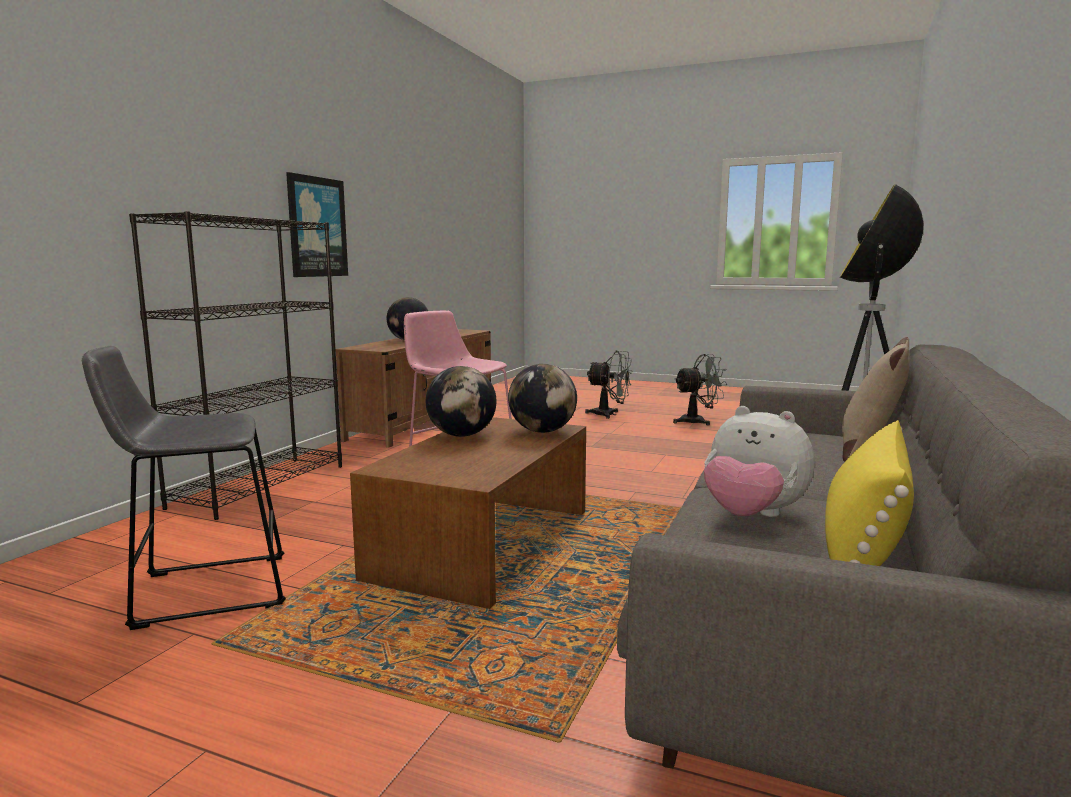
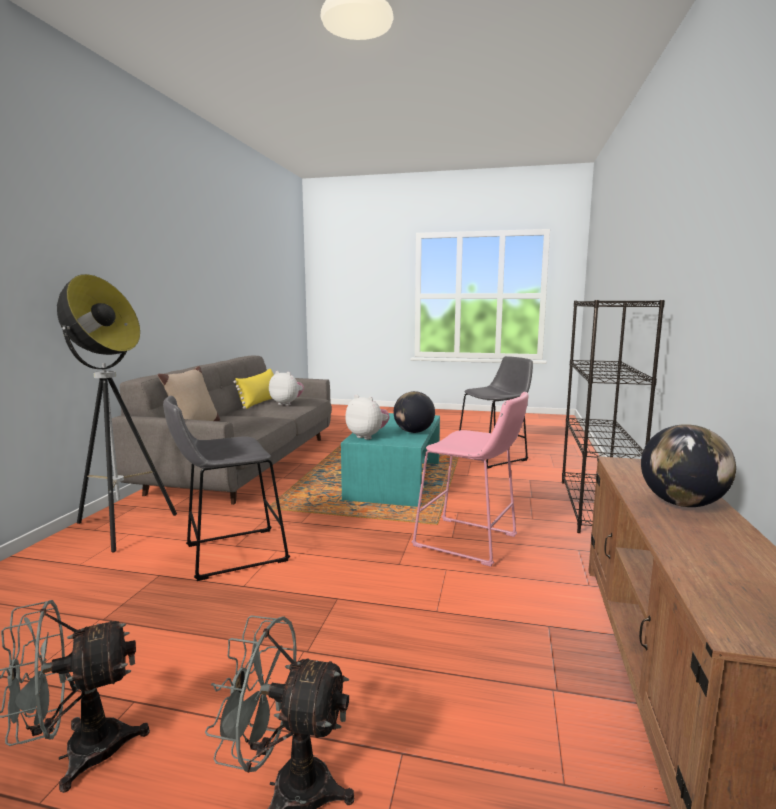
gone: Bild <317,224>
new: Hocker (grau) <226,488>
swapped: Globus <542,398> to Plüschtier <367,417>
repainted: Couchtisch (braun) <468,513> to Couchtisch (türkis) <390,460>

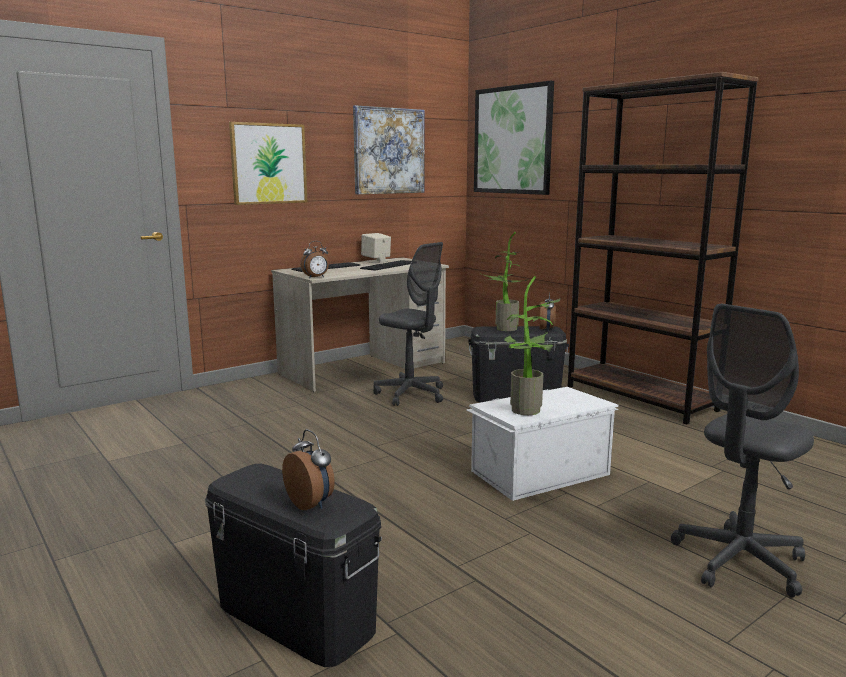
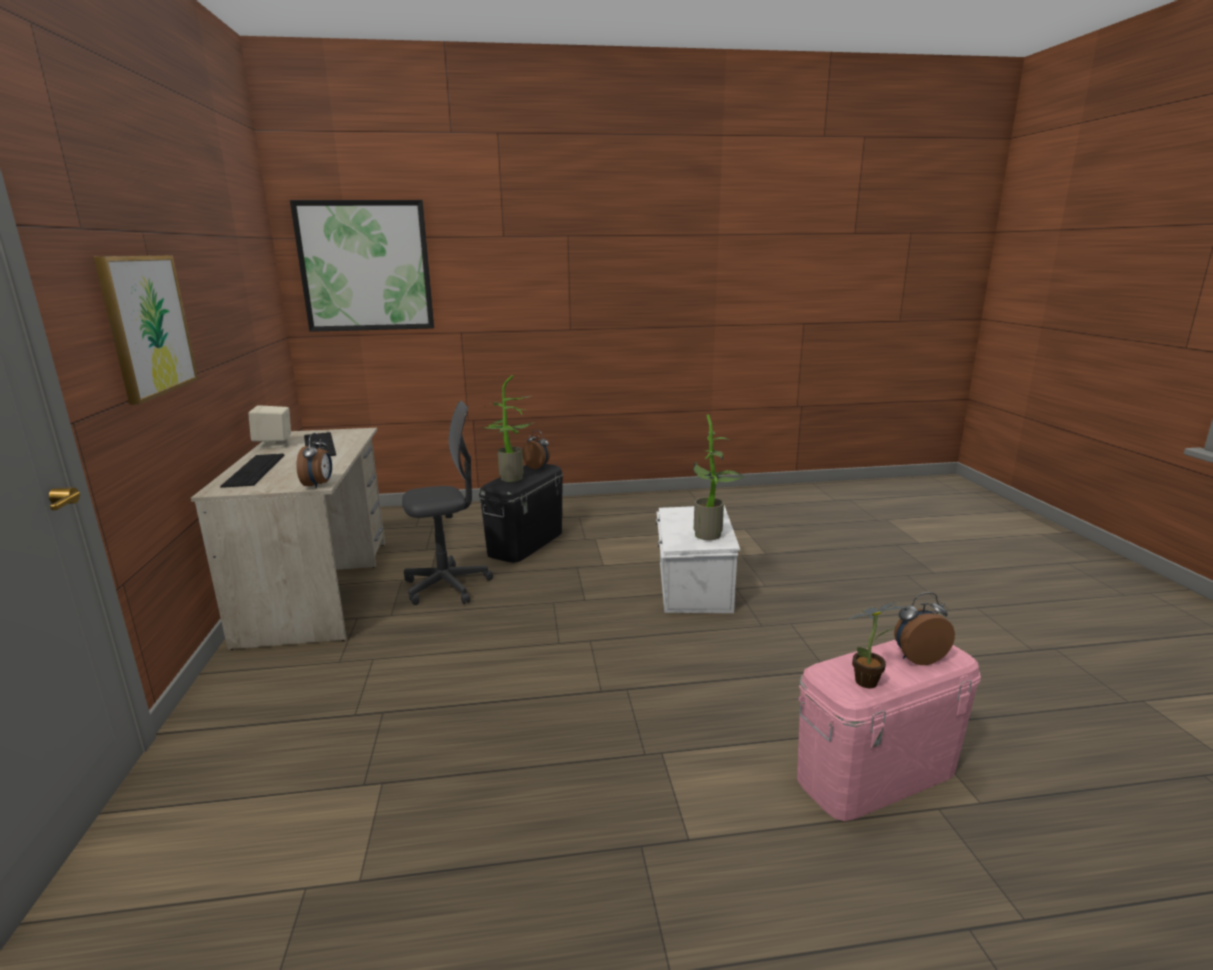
gone: Bild <389,149>; Bücherregal (braun) <663,248>; Bürostuhl (grau) <742,451>
new: Topfpflanze <875,645>
repainted: Aufbewahrungsbox (schwarz) <293,565> to Aufbewahrungsbox (rosa) <889,730>

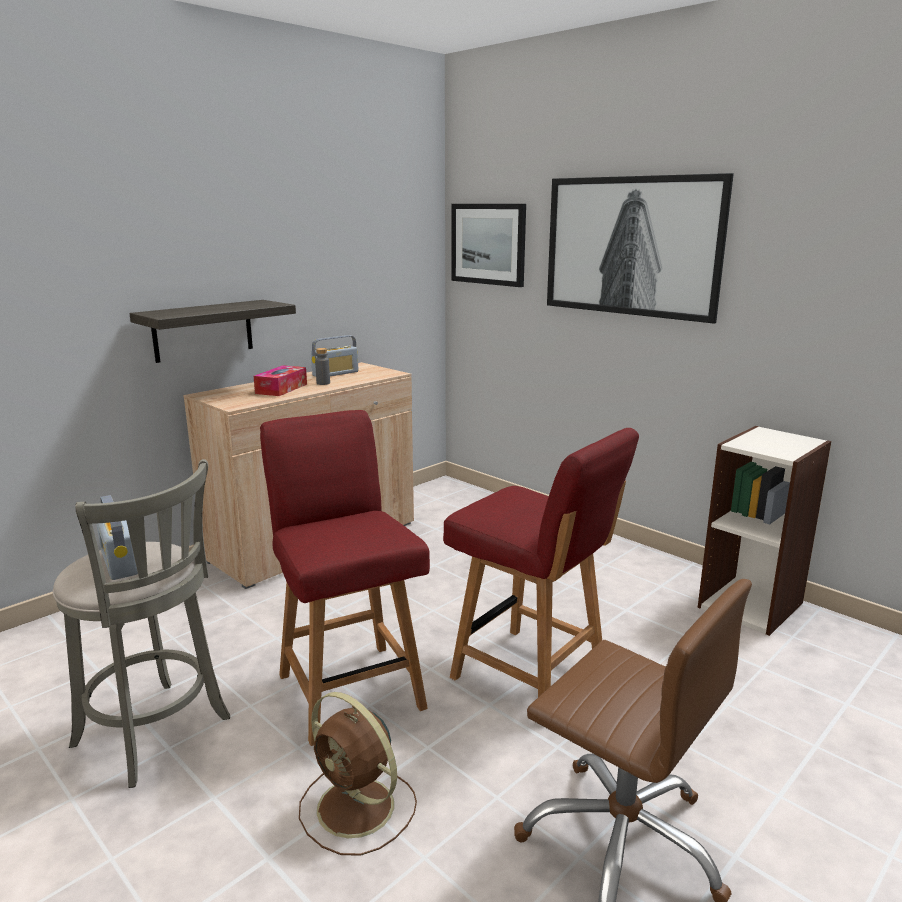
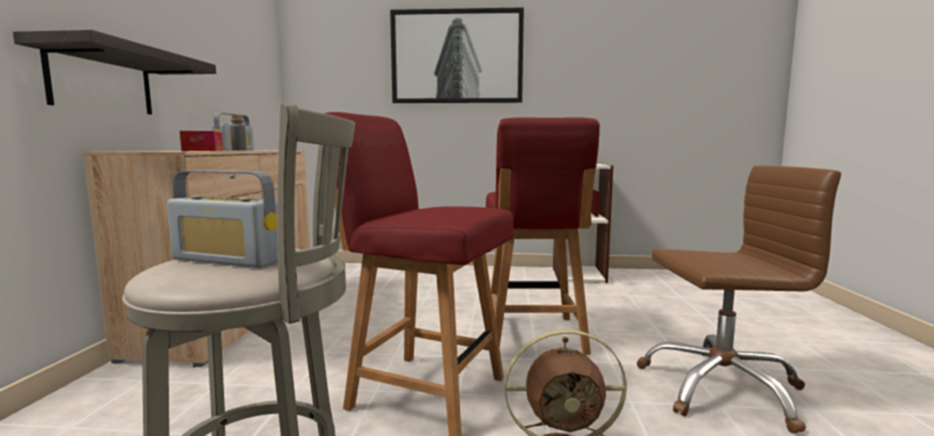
gone: Bild <489,245>
rotated: Stuhl (rot) <541,562> = <543,236> 90 degrees clockwise

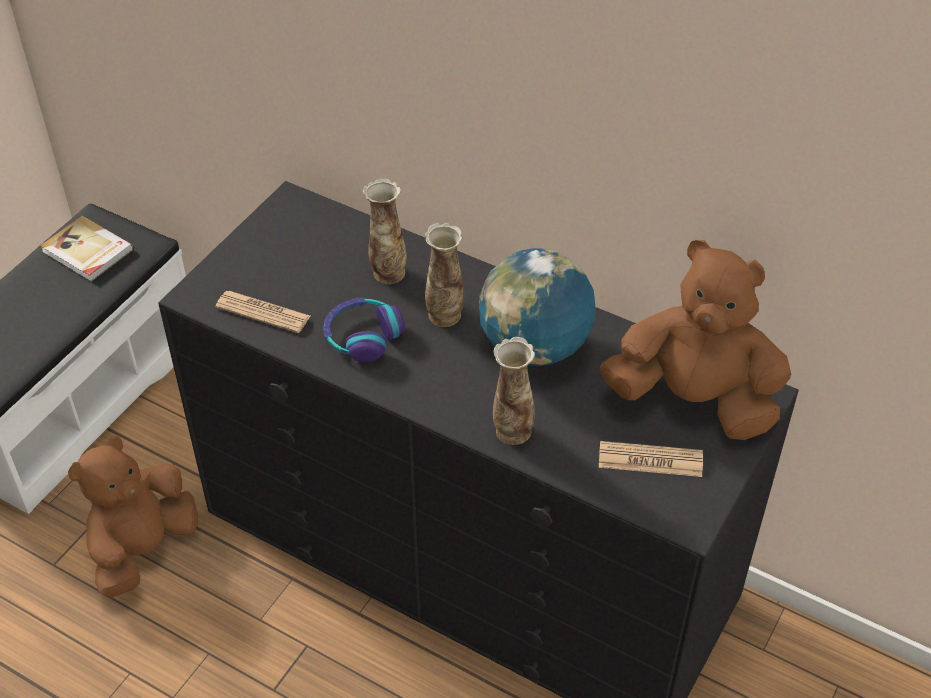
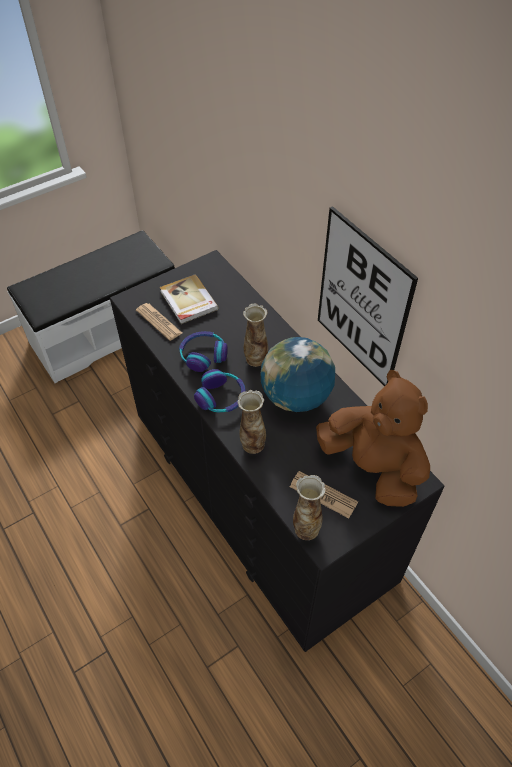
gone: Plüschtier (braun) <133,517>
new: Kopfhörer <220,390>; Bild <368,296>
shifted: Buch <86,249> to <189,299>; Vase <385,231> to <309,507>

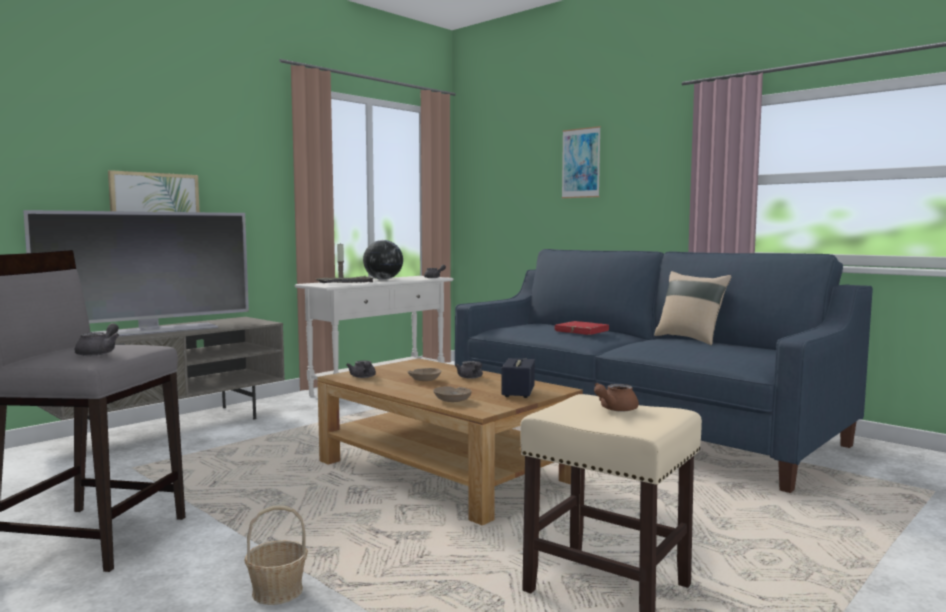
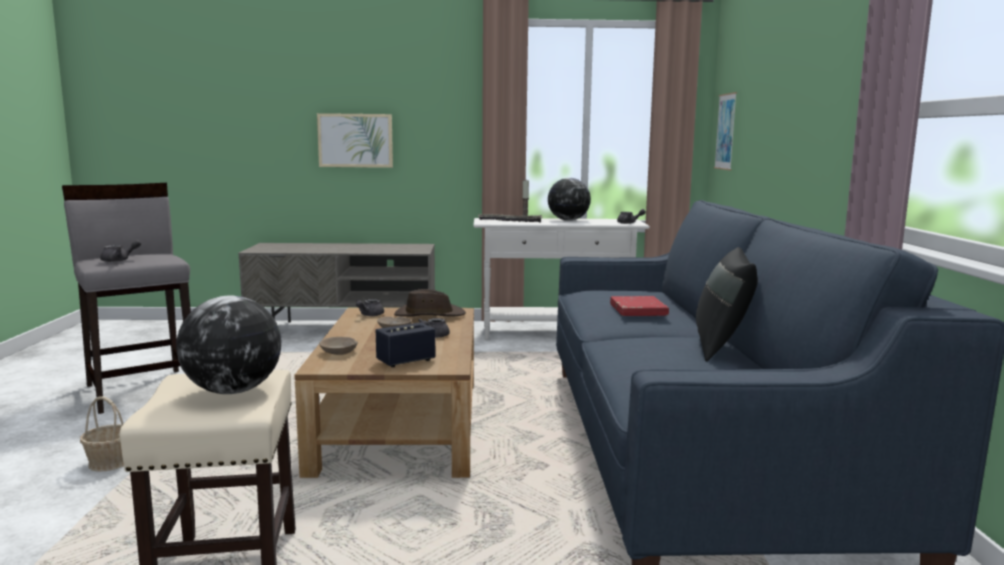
gone: Fernseher <136,273>
new: Hut (braun) <430,303>
shifted: Bild <581,162> to <725,131>
swapped: Teekanne (braun) <616,397> to Globus <228,344>
repainted: Kissen (beige) <693,308> to Kissen (schwarz) <727,304>

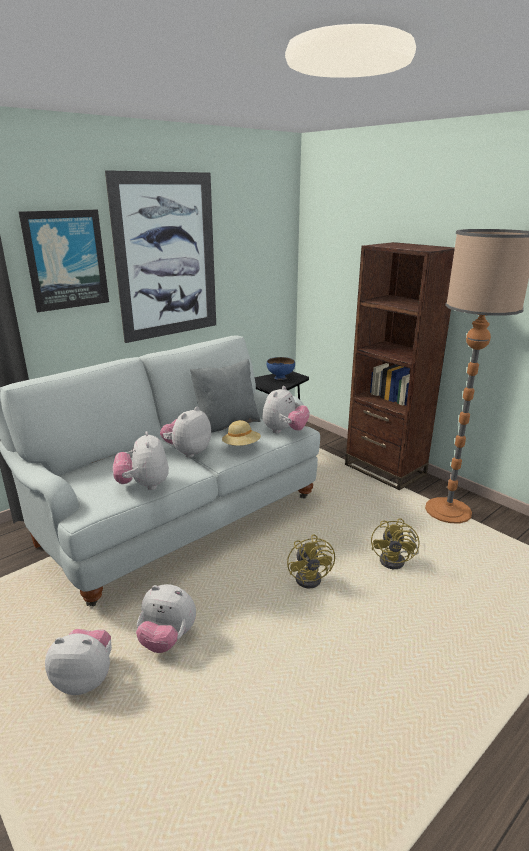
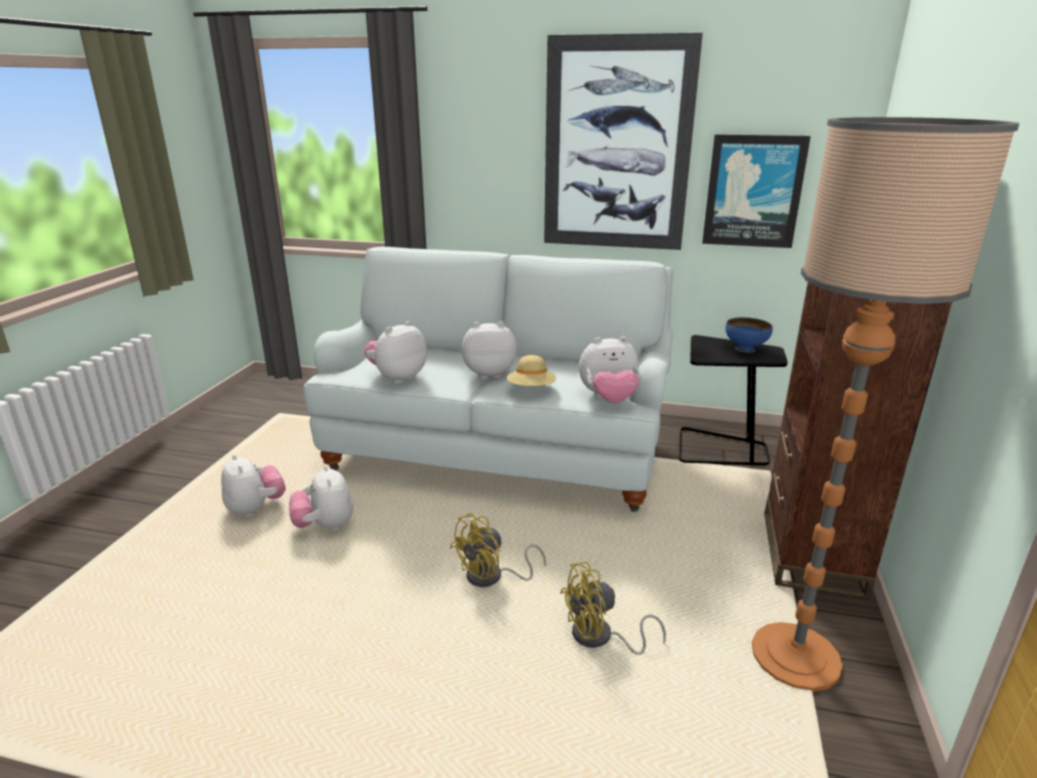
gone: Kissen (grau) <225,396>
shifted: Bild <64,261> to <756,191>

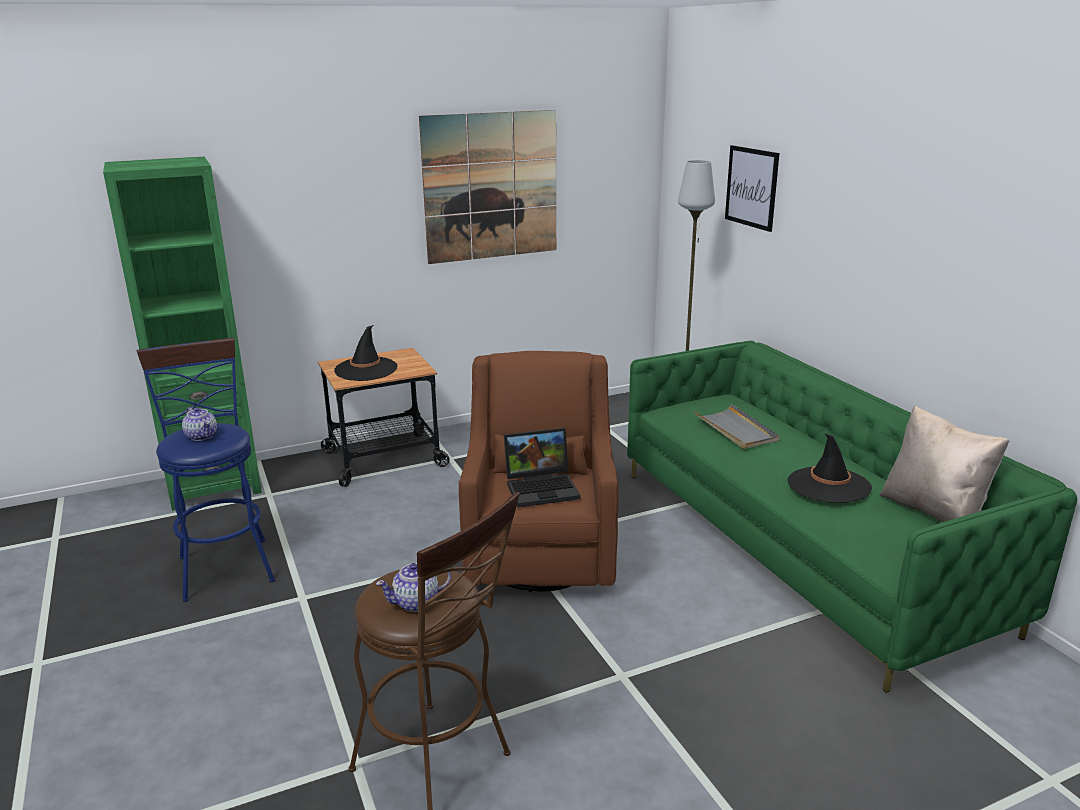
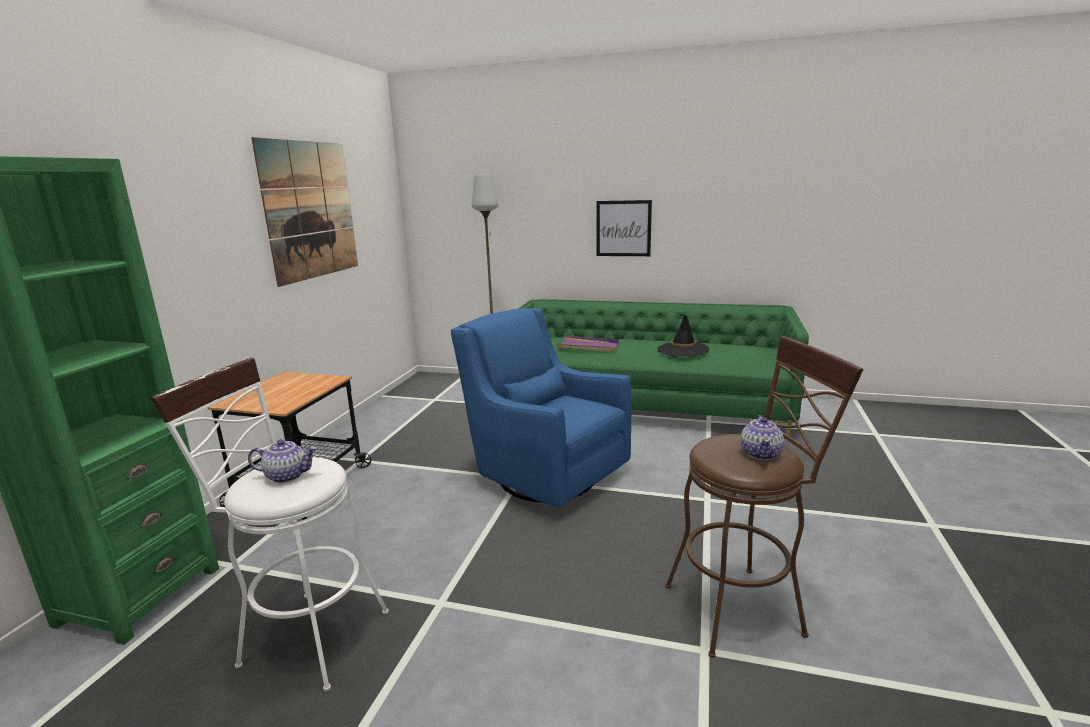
gone: Hut (schwarz) <366,353>; Laptop <542,467>; Kissen (beige) <945,463>
shifted: Bild <752,188> to <624,228>
repainted: Hocker (blau) <205,470> to Hocker (weiß) <269,524>; Sessel (braun) <538,471> to Sessel (blau) <541,408>; Tablett (grau) <737,426> to Tablett (lila) <588,344>

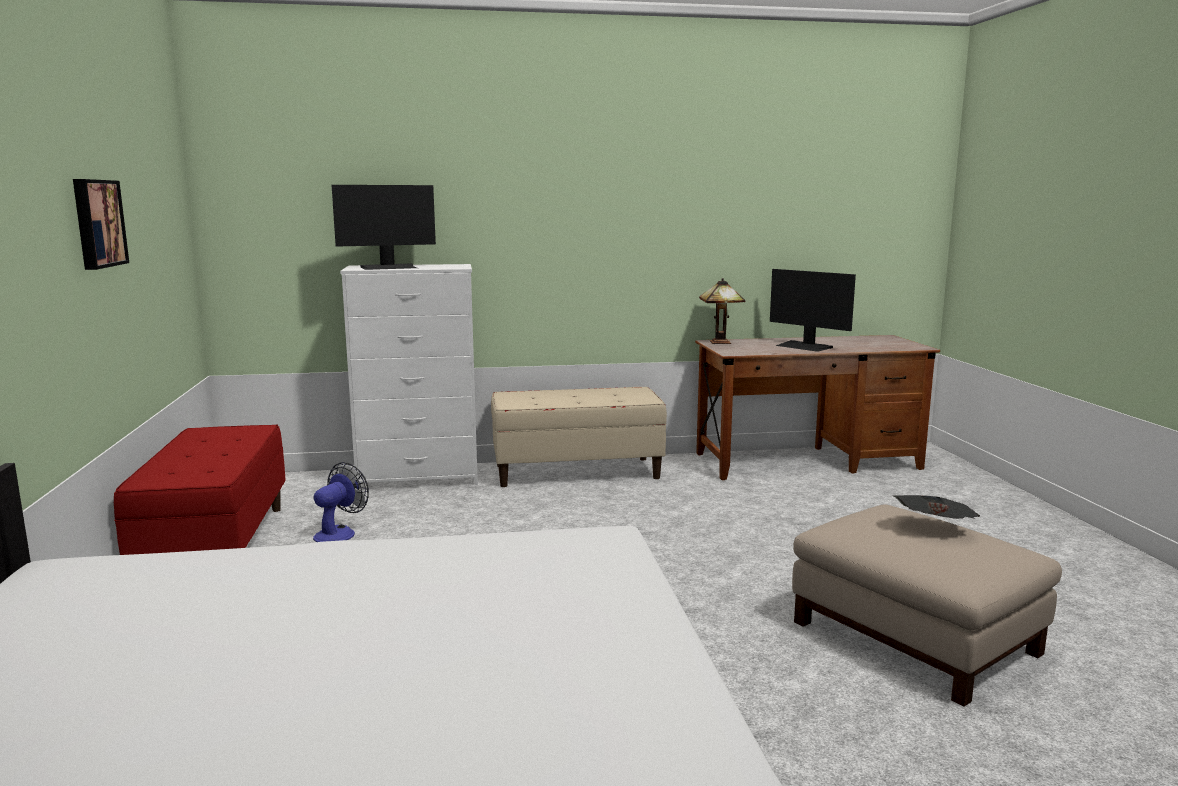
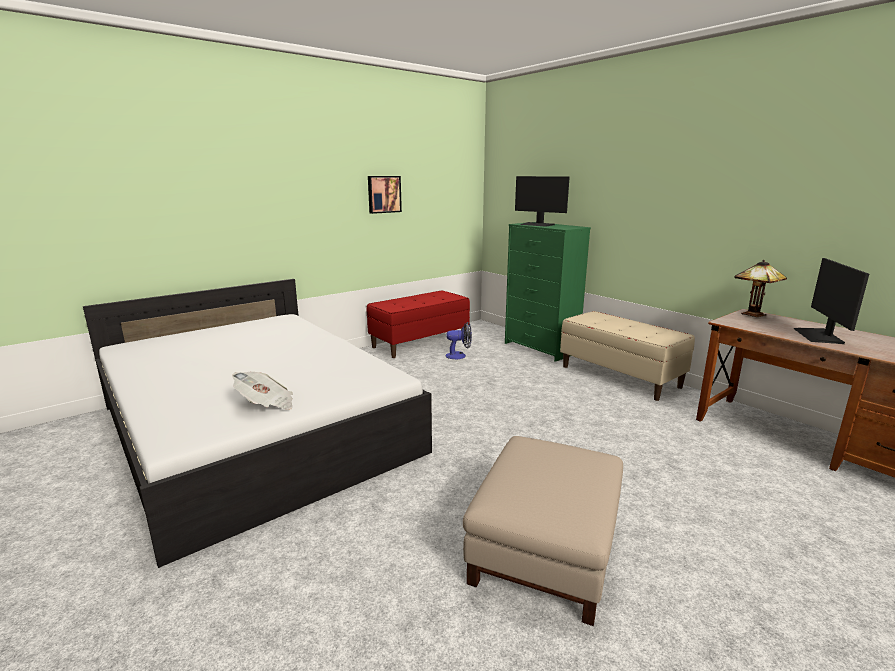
shifted: Zeitung <936,507> to <262,391>
repainted: Kommode (weiß) <409,376> to Kommode (grün) <548,292>

